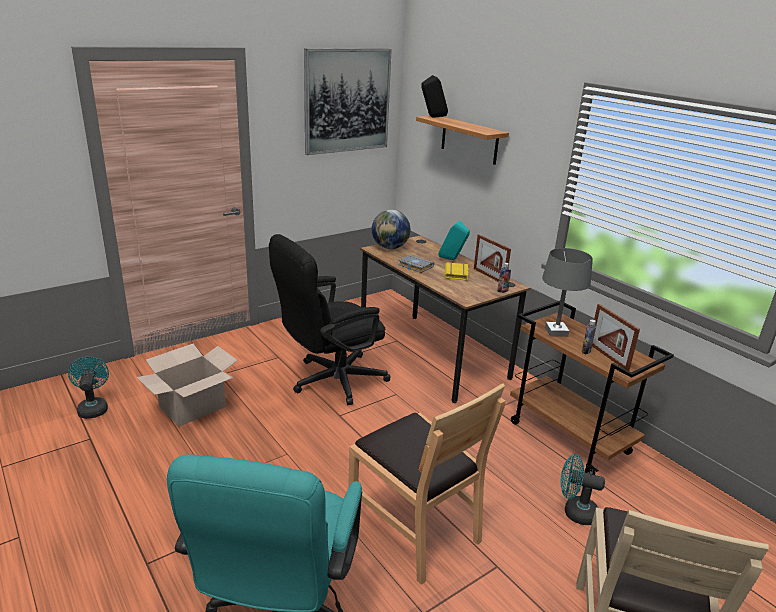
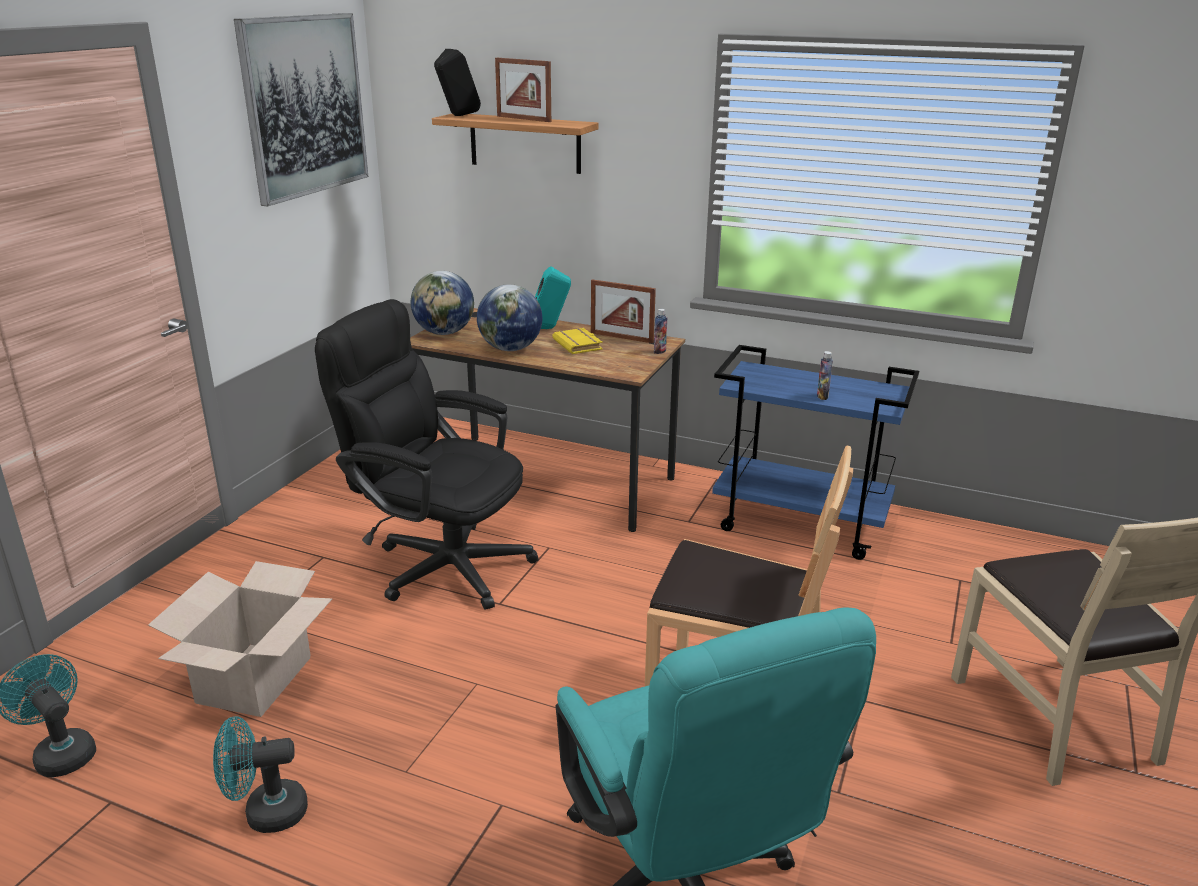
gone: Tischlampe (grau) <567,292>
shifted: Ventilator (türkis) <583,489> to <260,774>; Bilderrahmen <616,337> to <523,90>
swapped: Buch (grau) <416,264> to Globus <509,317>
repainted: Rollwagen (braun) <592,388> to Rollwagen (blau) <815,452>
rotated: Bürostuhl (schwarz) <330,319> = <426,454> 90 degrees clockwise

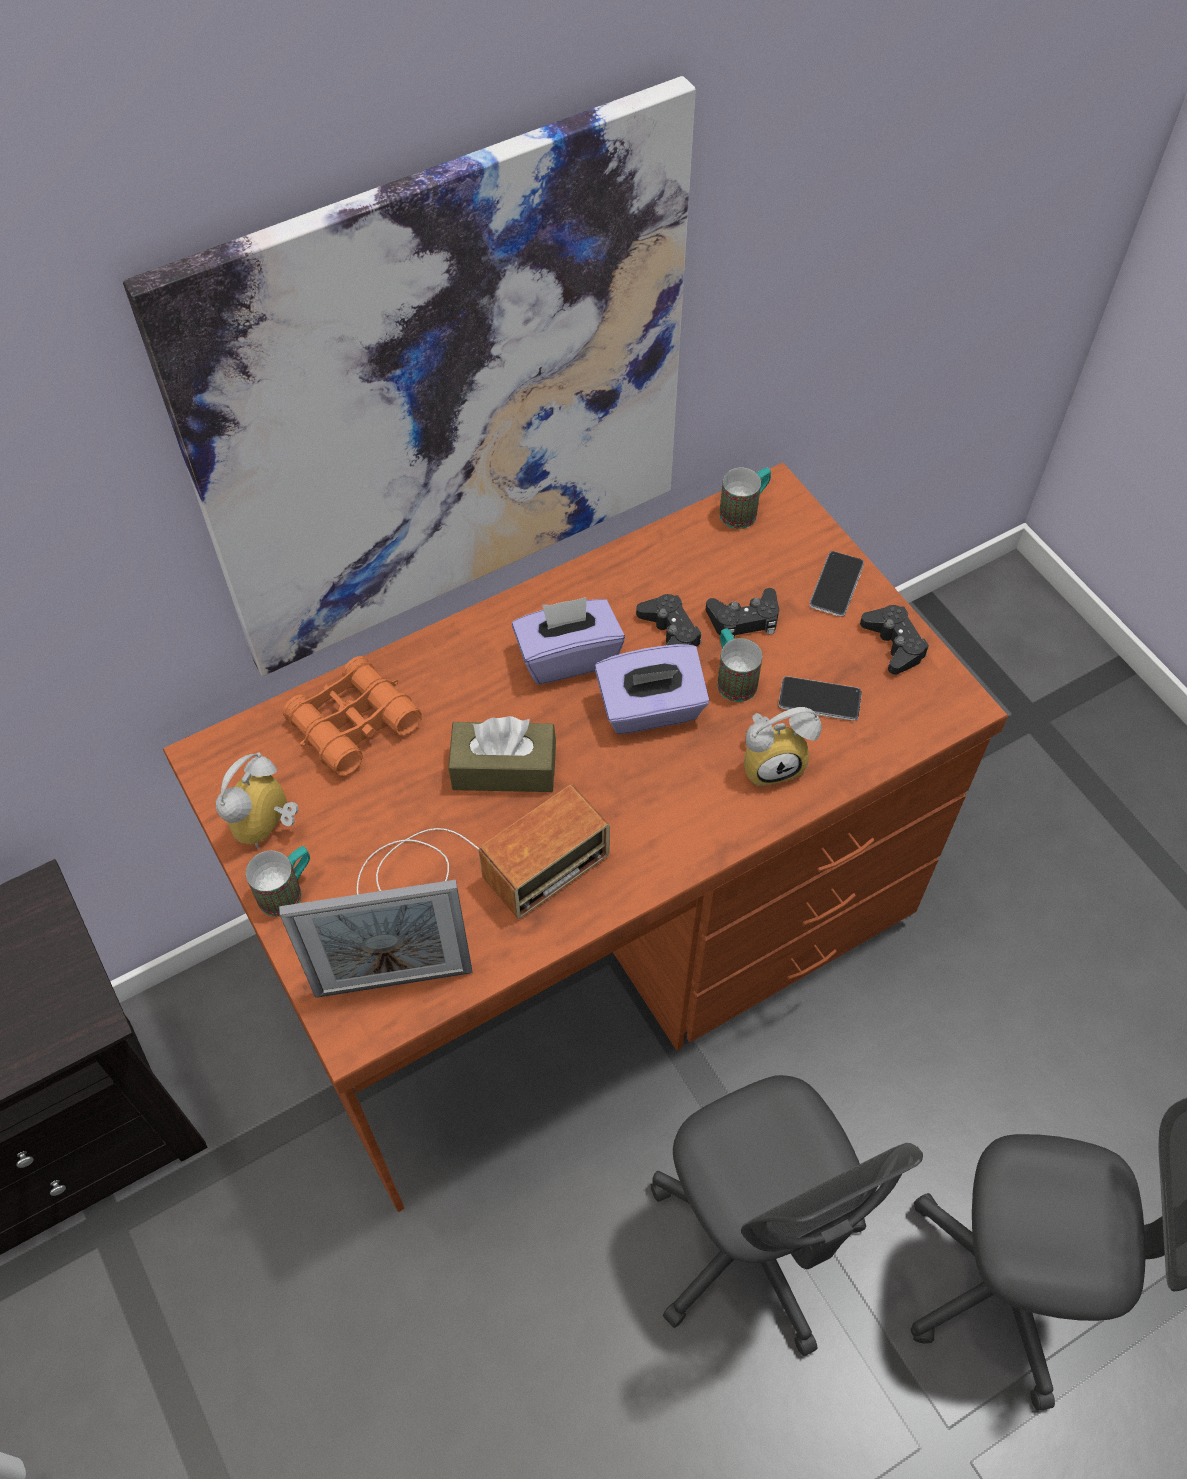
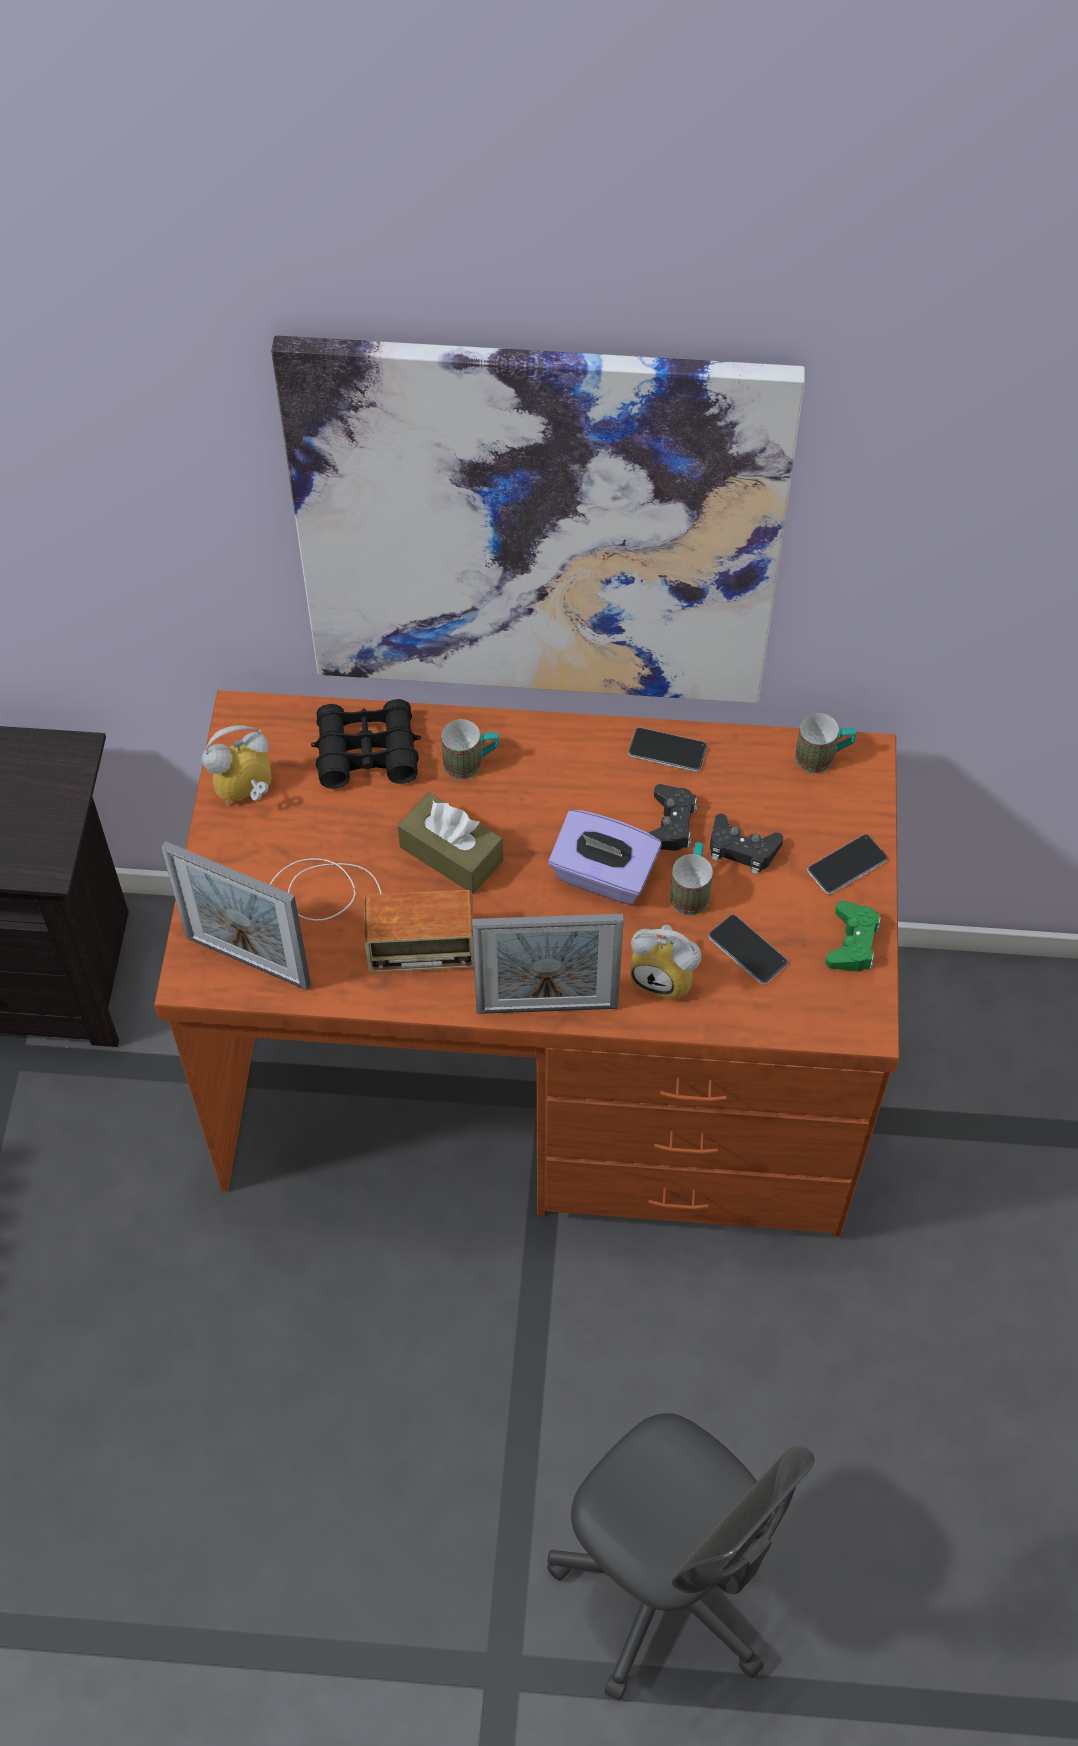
gone: Taschentuchbox (lila) <568,640>; Bürostuhl (grau) <787,1215>
new: Bilderrahmen <548,964>; Handy <667,749>
shifted: Henkelbecher <278,881> to <470,749>
repainted: Fernglas (orange) <352,716> to Fernglas (schwarz) <366,744>; Gamepad (schwarz) <894,640> to Gamepad (grün) <853,936>

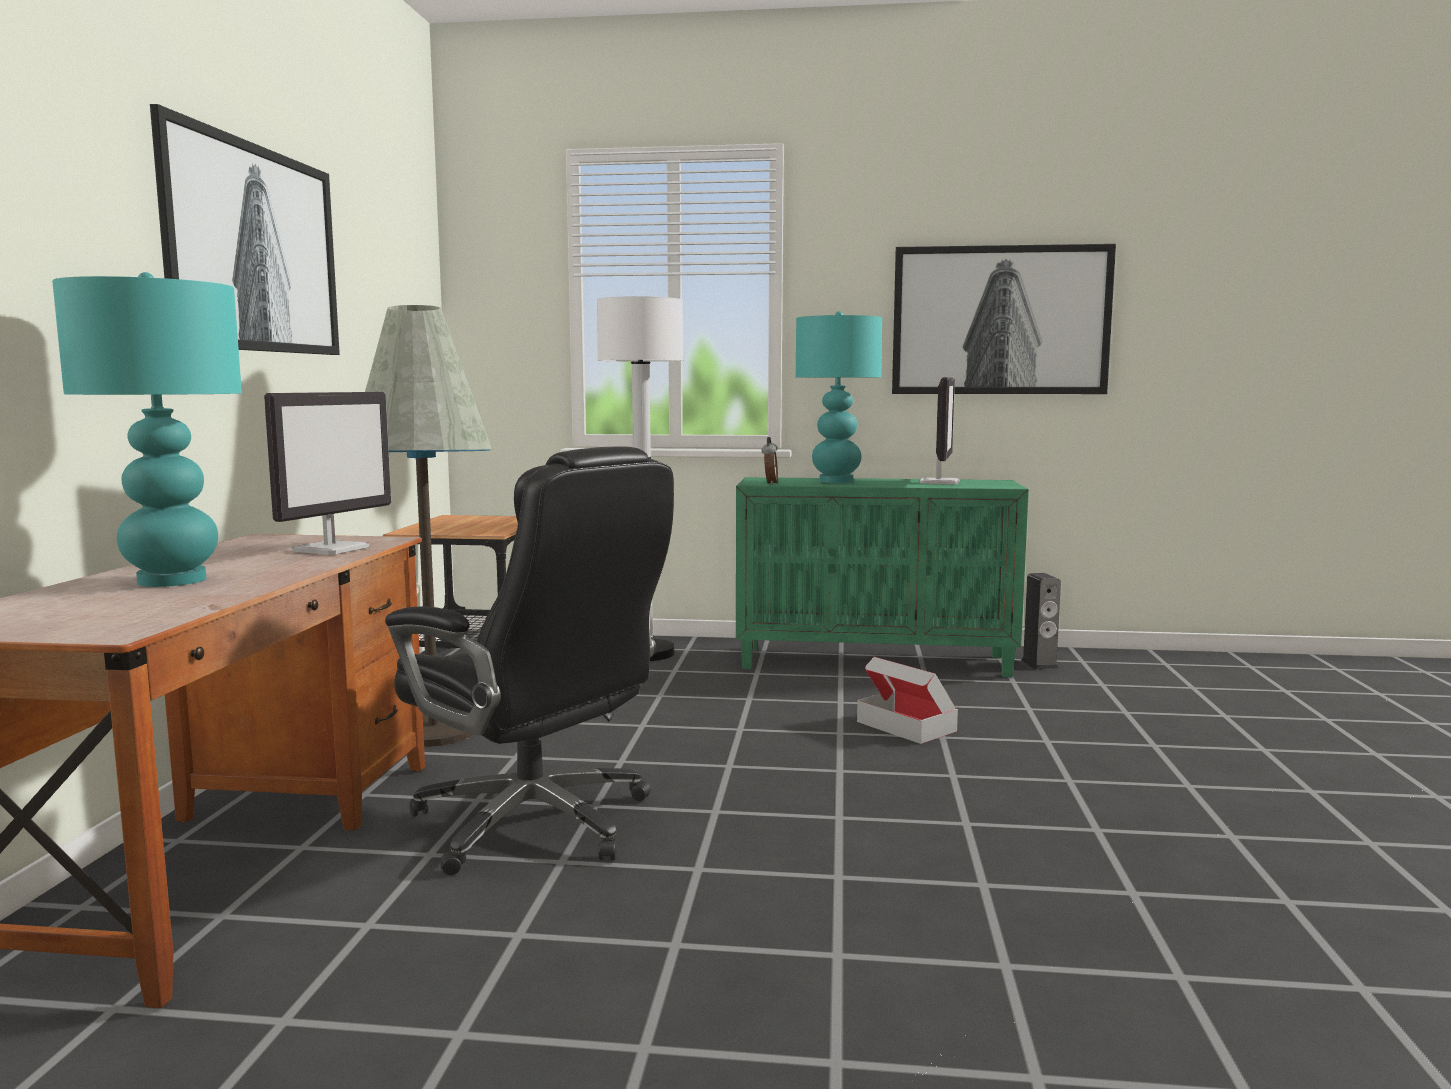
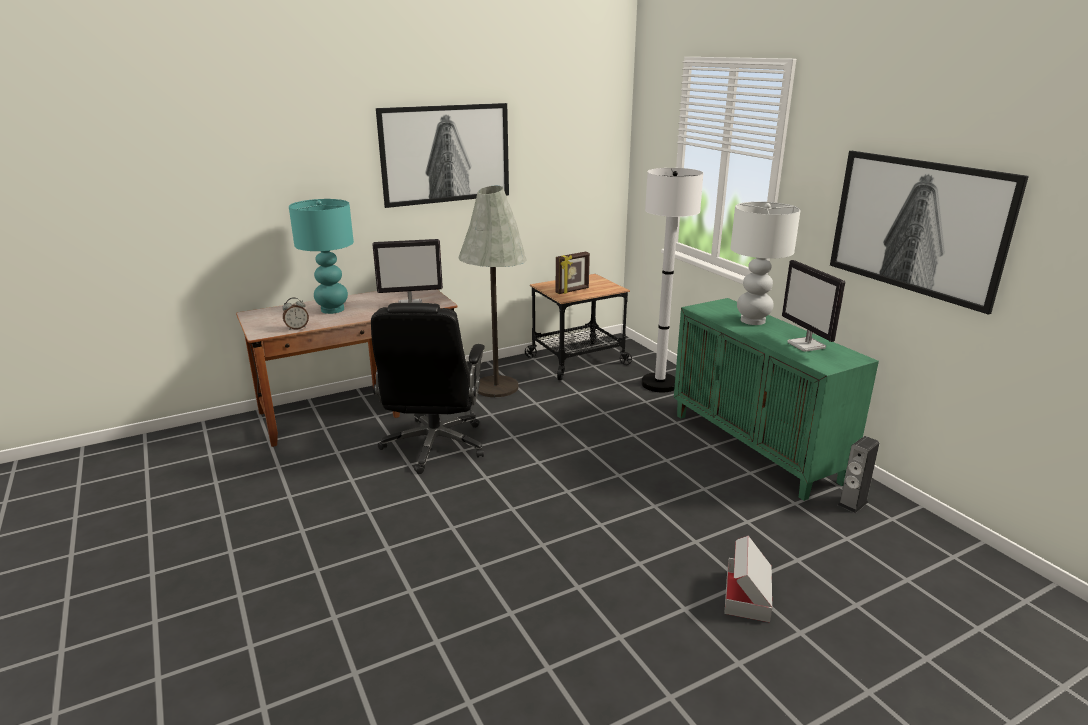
new: Bilderrahmen <573,273>
shifted: Wecker <770,461> to <295,313>; Karton <907,700> to <748,579>
repainted: Tischlampe (türkis) <839,397> to Tischlampe (weiß) <765,263>
rotated: Monitor <940,431> = <813,306> 90 degrees clockwise

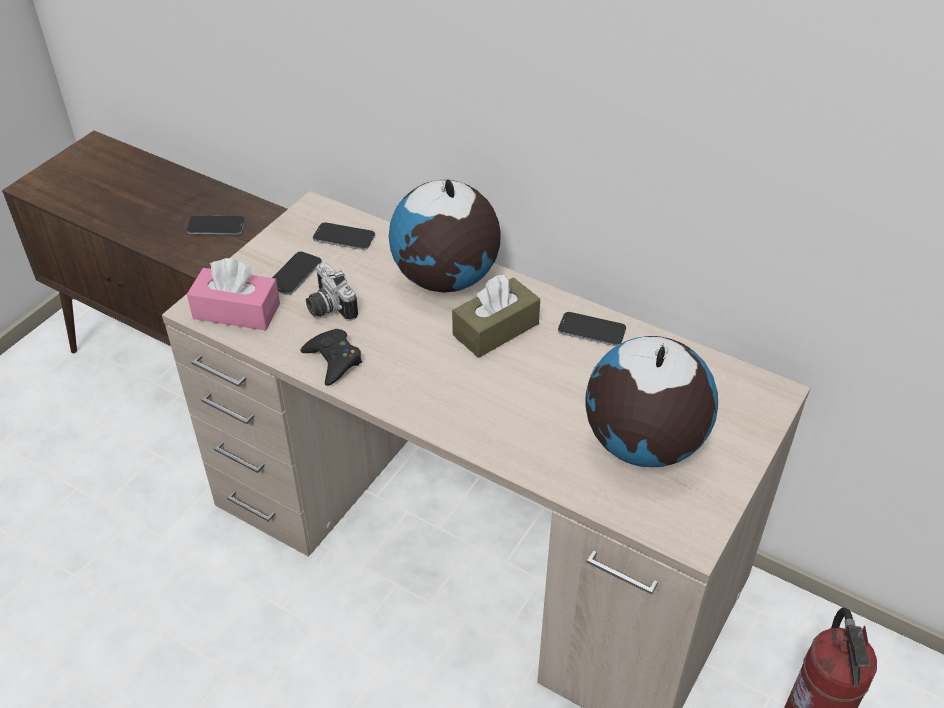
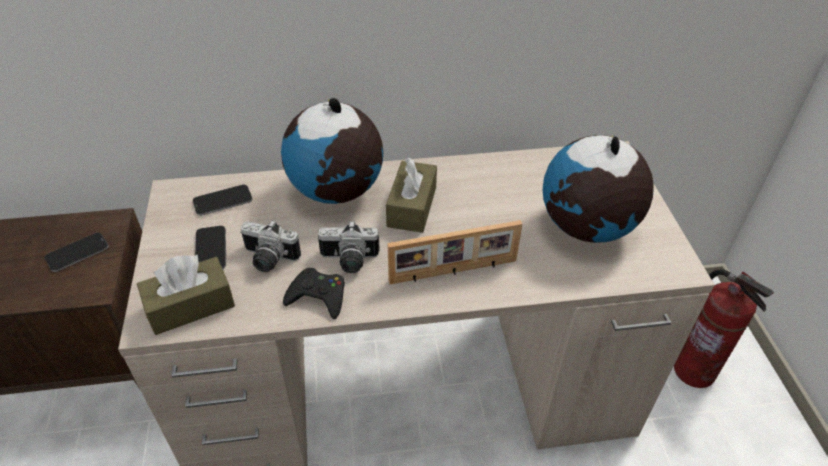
gone: Handy <592,329>
new: Kamera <349,247>; Bilderrahmen <454,252>
repainted: Taschentuchbox (rosa) <233,294> to Taschentuchbox (braun) <186,294>

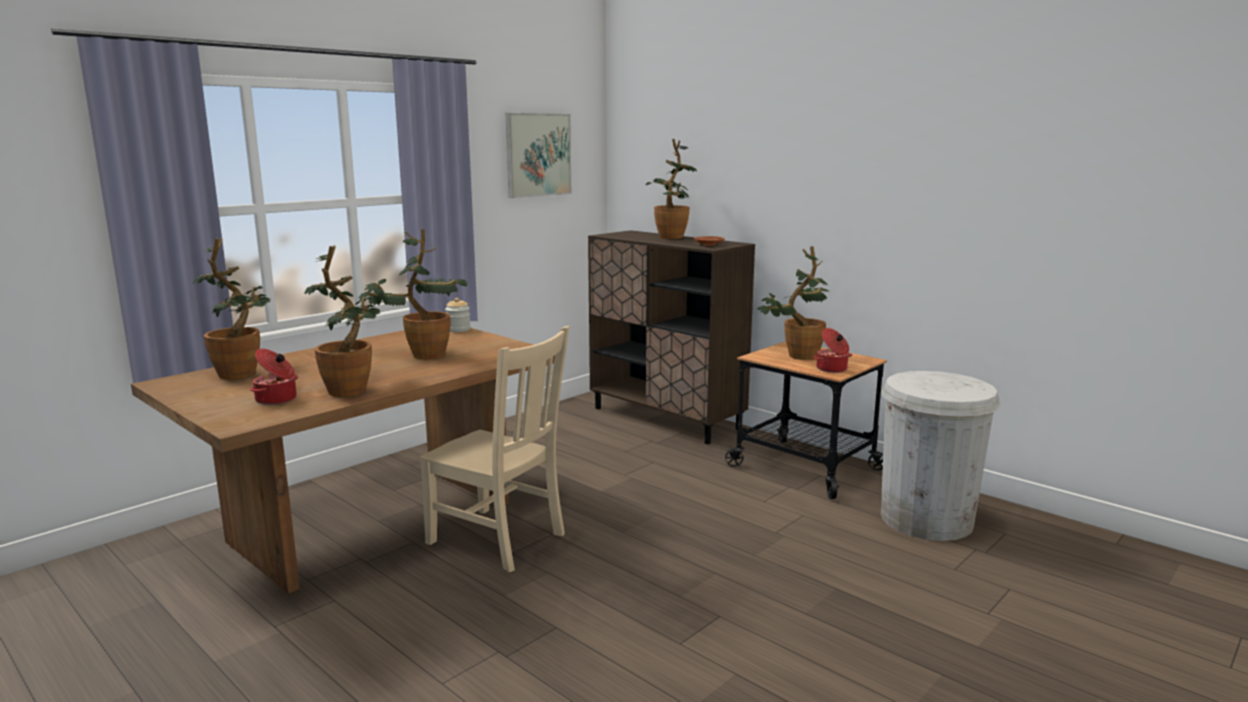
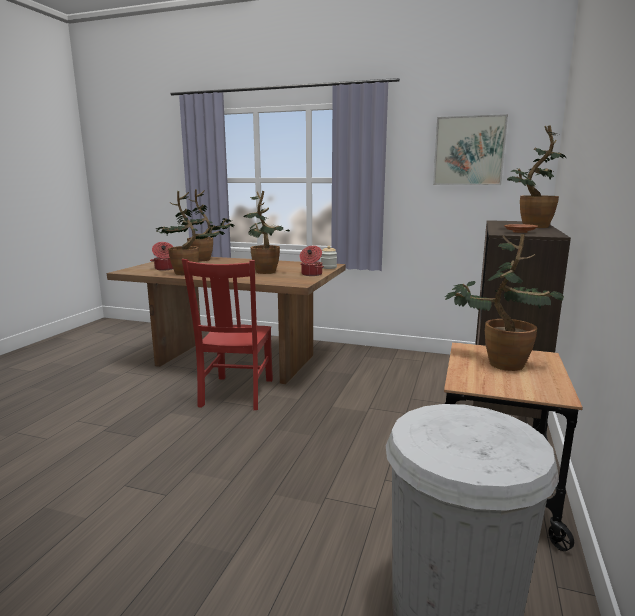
shifted: Kochtopf <832,350> to <312,261>
repainted: Stuhl (beige) <494,449> to Stuhl (rot) <227,334>

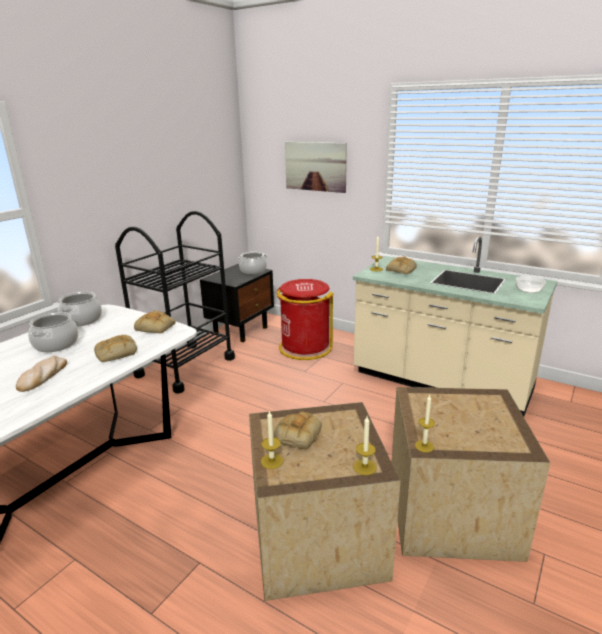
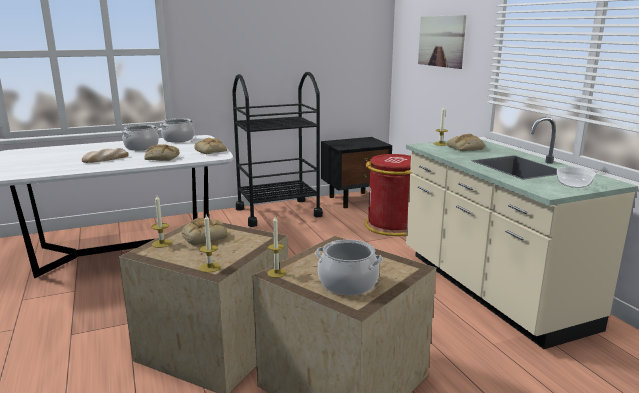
shifted: Kochtopf <252,263> to <349,267>

